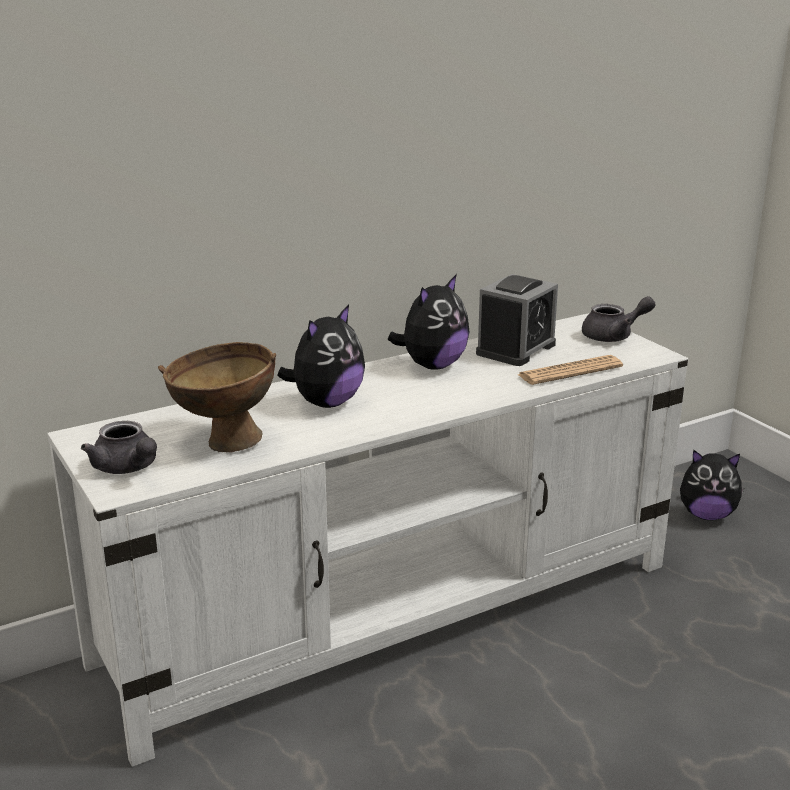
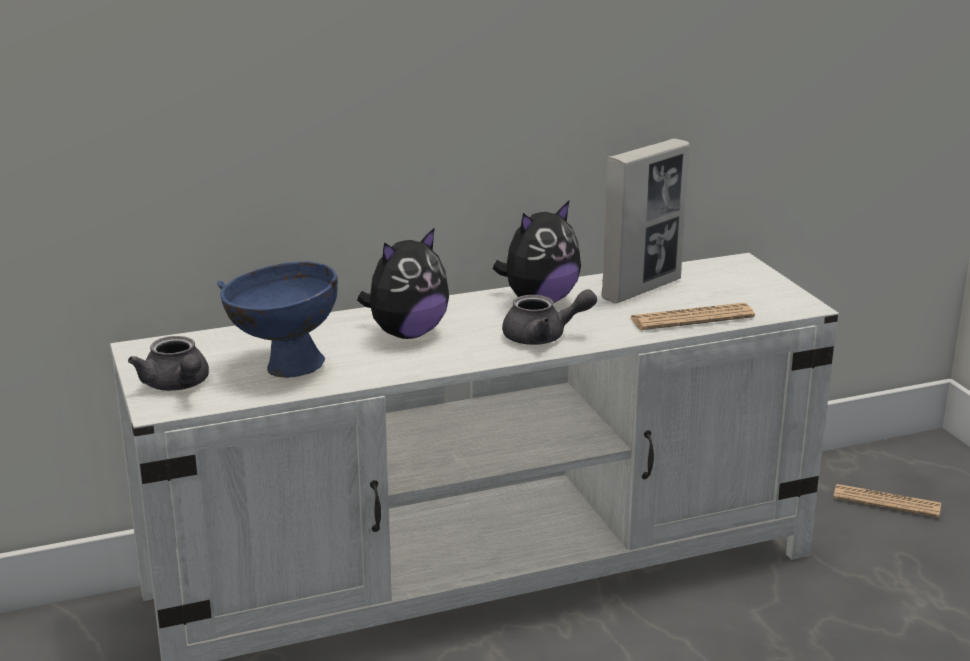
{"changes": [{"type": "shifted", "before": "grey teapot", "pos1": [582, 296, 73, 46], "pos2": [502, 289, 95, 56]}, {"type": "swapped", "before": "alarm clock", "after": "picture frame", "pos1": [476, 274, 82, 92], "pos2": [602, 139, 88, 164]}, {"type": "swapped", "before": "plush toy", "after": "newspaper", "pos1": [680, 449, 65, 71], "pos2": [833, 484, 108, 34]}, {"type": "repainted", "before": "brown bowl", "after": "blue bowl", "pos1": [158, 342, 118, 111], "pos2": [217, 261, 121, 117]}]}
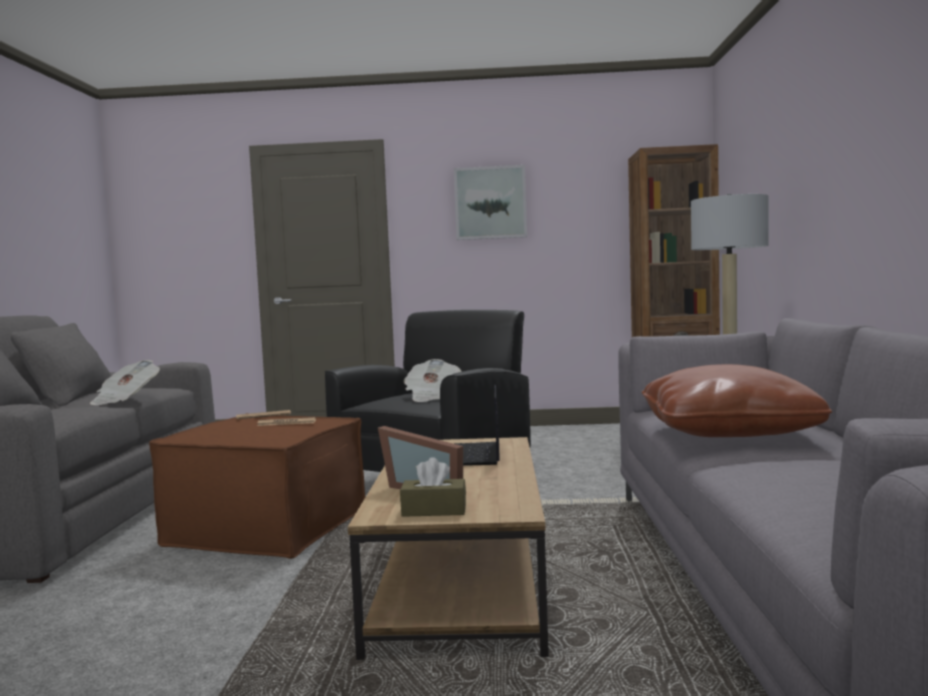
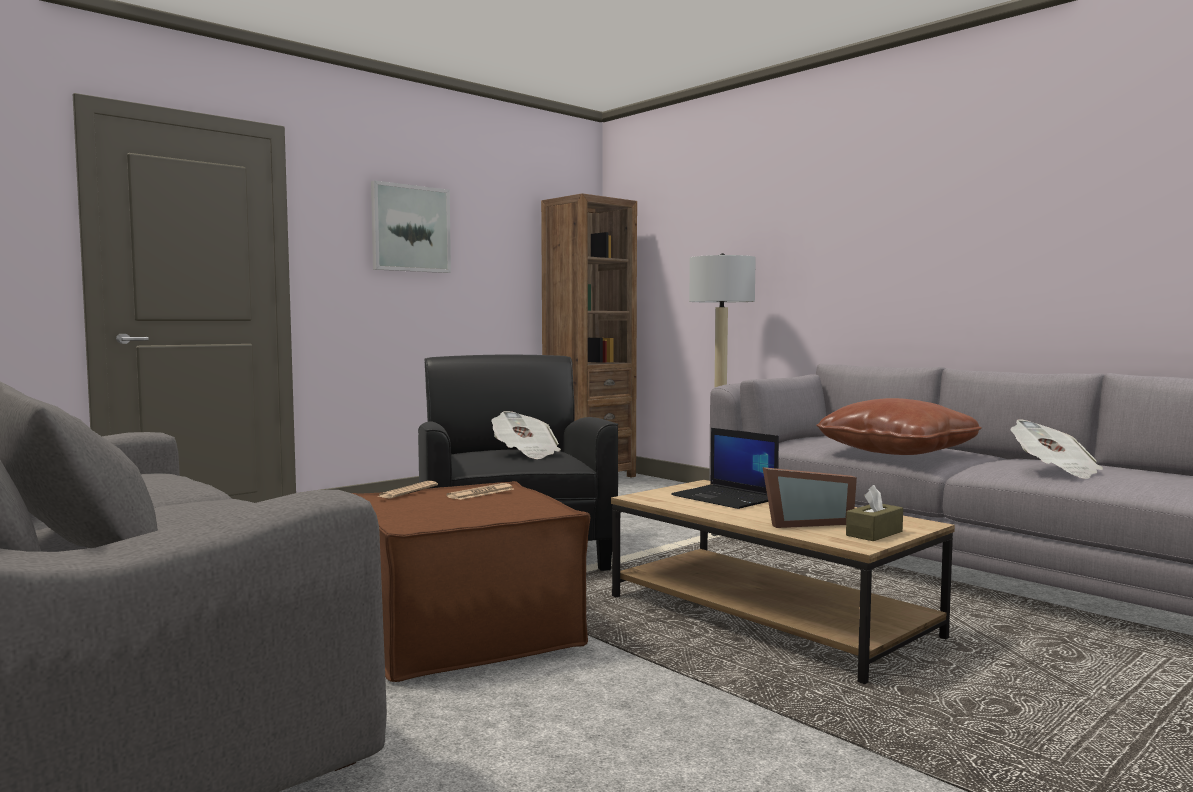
{"changes": [{"type": "shifted", "before": "newspaper", "pos1": [90, 360, 70, 45], "pos2": [1011, 419, 92, 60]}]}
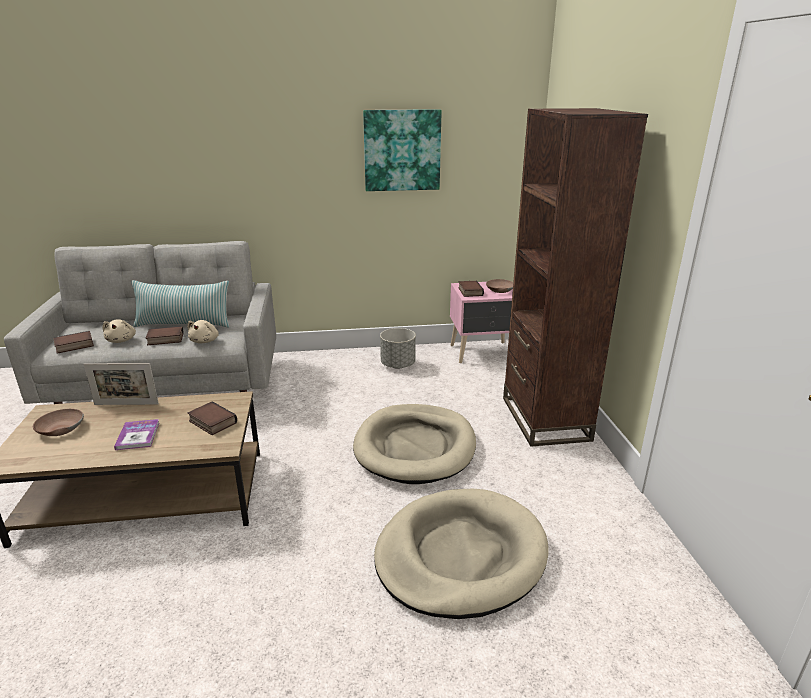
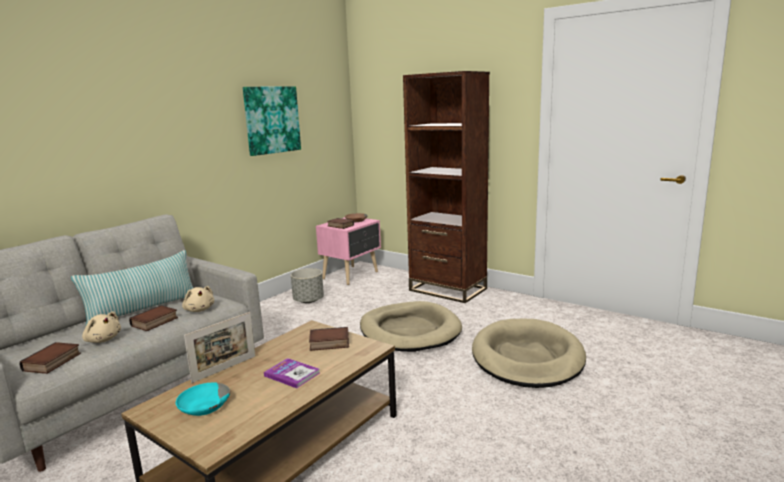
{"changes": [{"type": "repainted", "before": "brown bowl", "after": "turquoise bowl", "pos1": [33, 409, 51, 27], "pos2": [176, 383, 54, 33]}]}
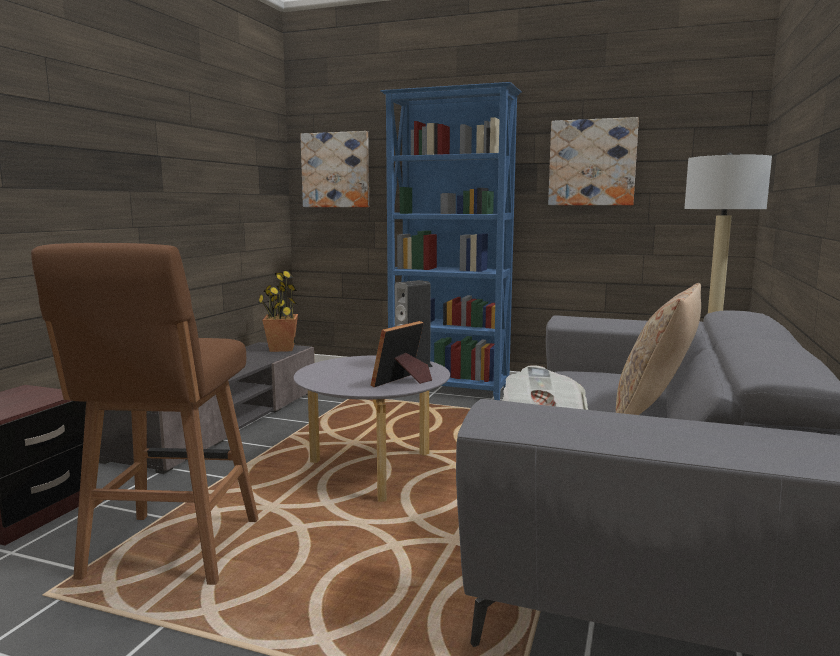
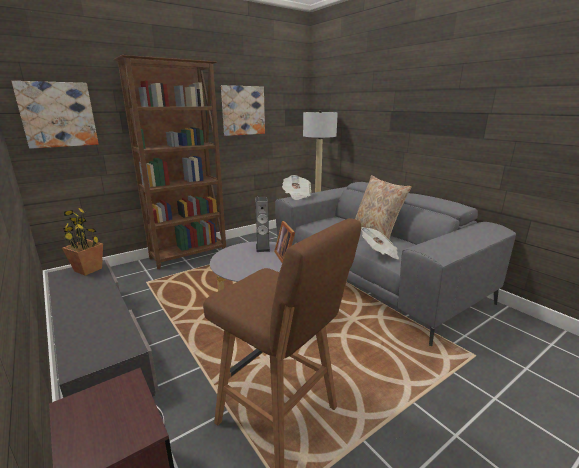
{"changes": [{"type": "new", "after": "newspaper", "pos2": [282, 175, 29, 25]}, {"type": "repainted", "before": "blue bookcase", "after": "brown bookcase", "pos1": [380, 82, 142, 318], "pos2": [114, 55, 112, 214]}]}
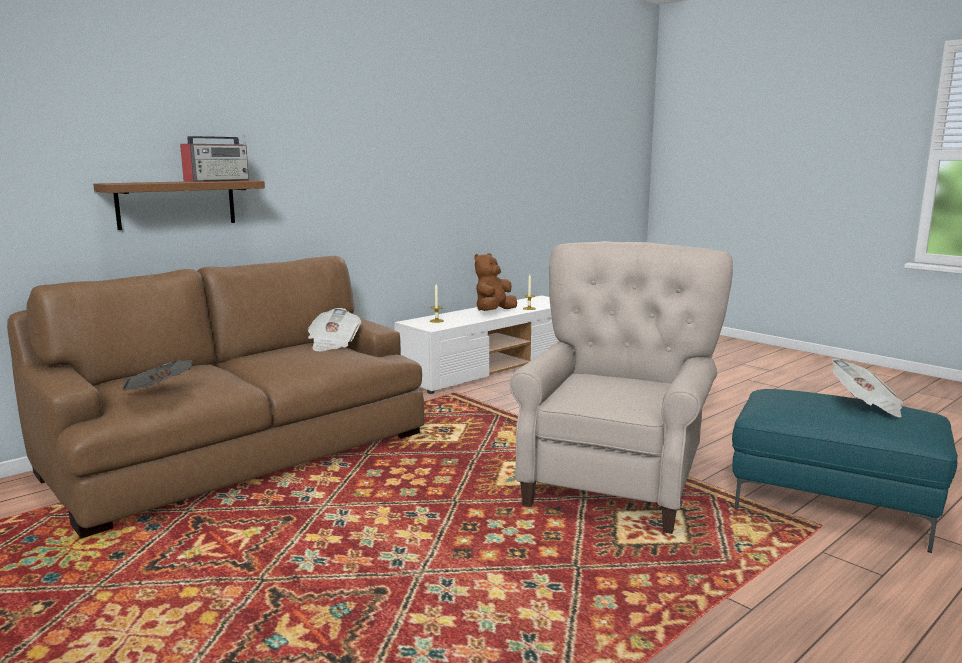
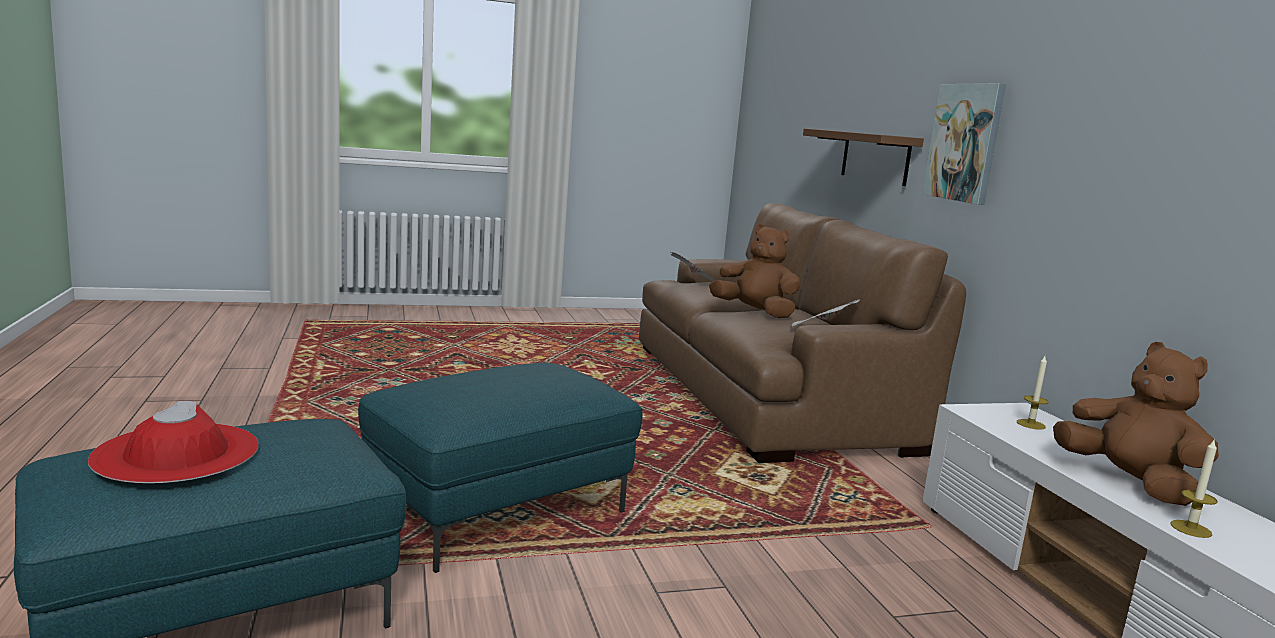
{"changes": [{"type": "gone", "before": "radio", "pos1": [180, 134, 69, 48]}, {"type": "new", "after": "brown plush toy", "pos2": [709, 224, 92, 94]}, {"type": "new", "after": "picture", "pos2": [922, 83, 84, 122]}, {"type": "swapped", "before": "beige armchair", "after": "turquoise ottoman", "pos1": [510, 241, 223, 293], "pos2": [358, 363, 285, 210]}, {"type": "swapped", "before": "newspaper", "after": "red hat", "pos1": [832, 359, 71, 59], "pos2": [88, 401, 171, 82]}]}
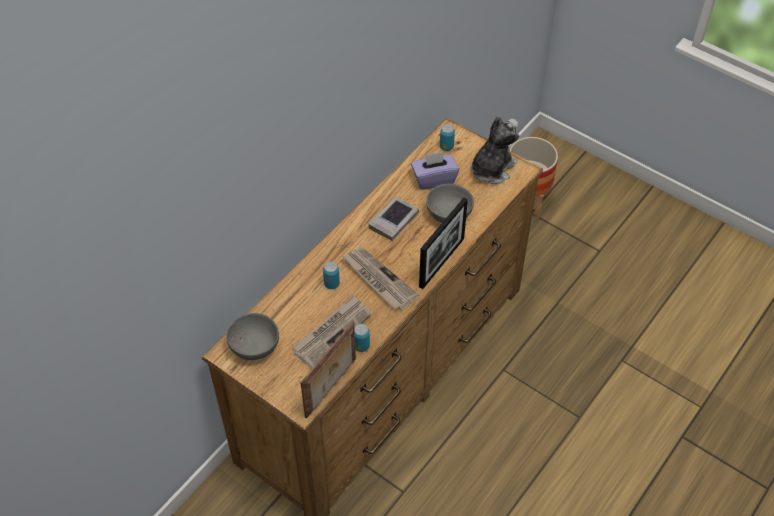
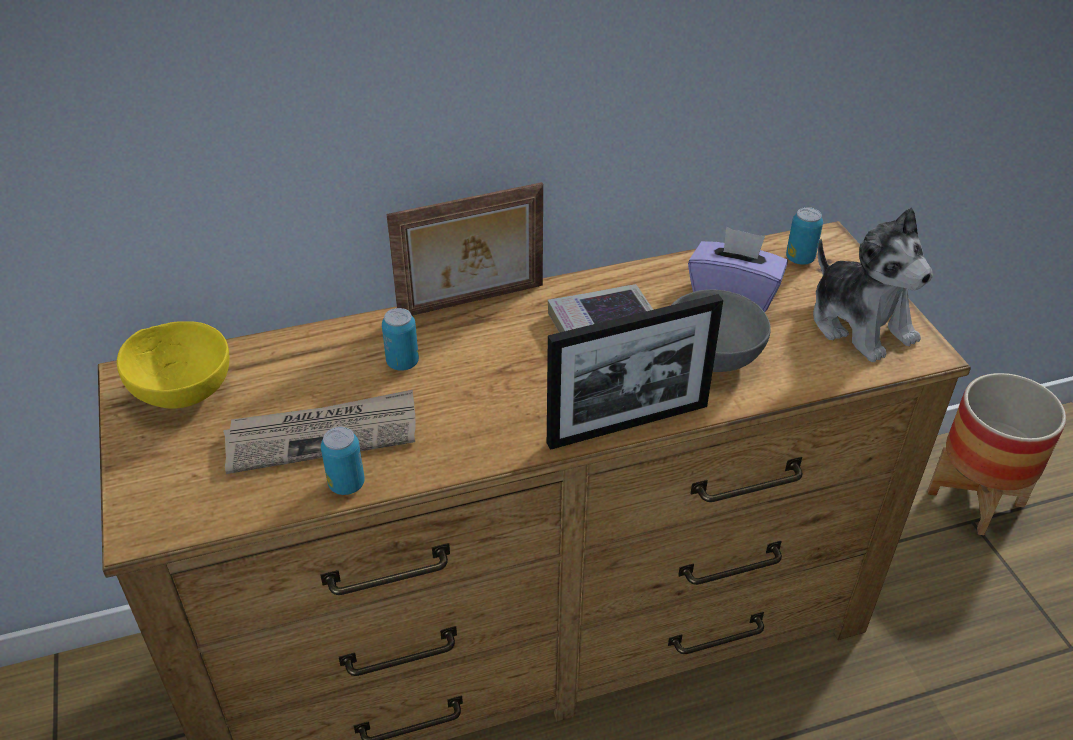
{"changes": [{"type": "gone", "before": "newspaper", "pos1": [341, 247, 78, 63]}, {"type": "shifted", "before": "picture frame", "pos1": [300, 321, 56, 97], "pos2": [386, 182, 157, 134]}, {"type": "repainted", "before": "grey bowl", "after": "yellow bowl", "pos1": [226, 313, 53, 47], "pos2": [117, 321, 112, 88]}, {"type": "rotated", "before": "plush toy", "pos1": [471, 116, 48, 68], "pos2": [813, 208, 120, 154], "turn": 75}]}
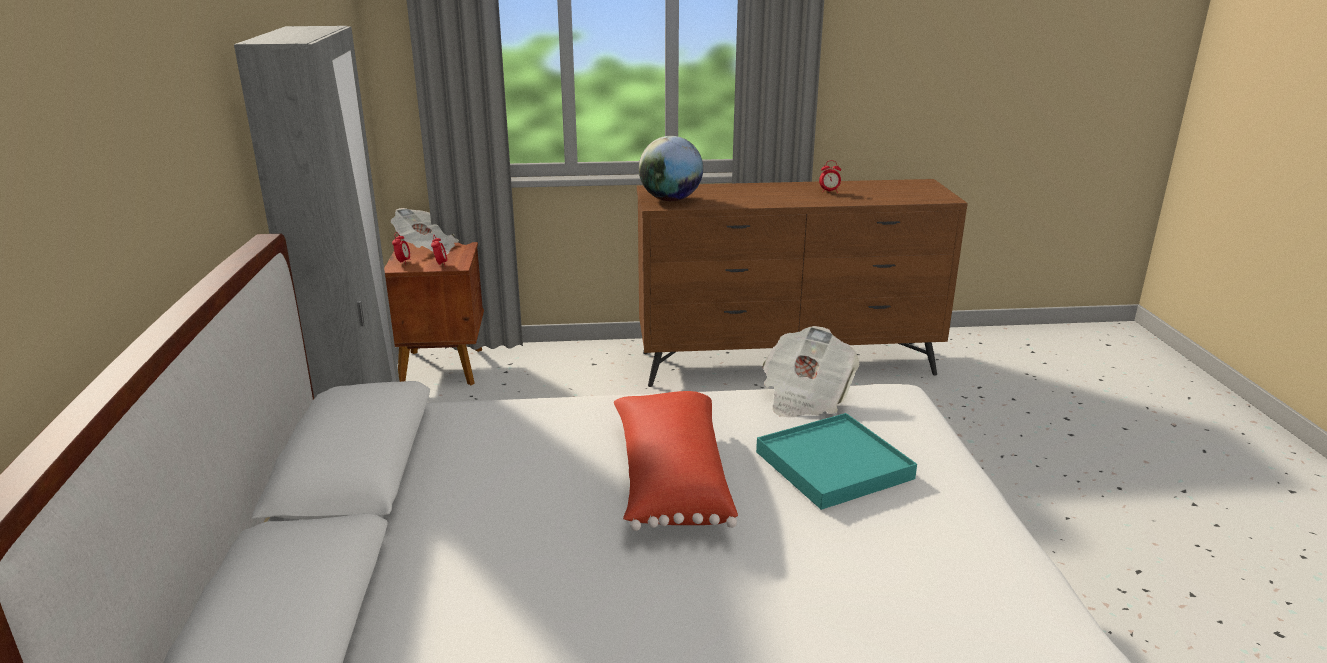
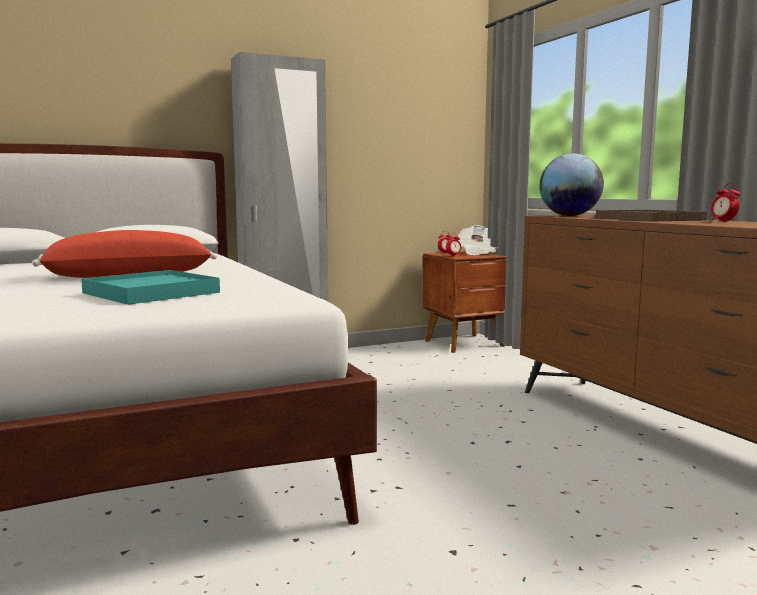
{"changes": [{"type": "gone", "before": "newspaper", "pos1": [762, 326, 98, 91]}, {"type": "new", "after": "brown tray", "pos2": [596, 210, 111, 11]}]}
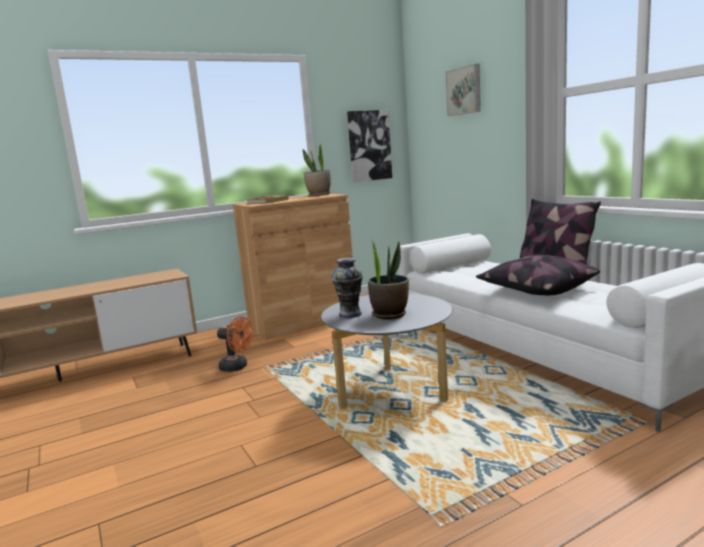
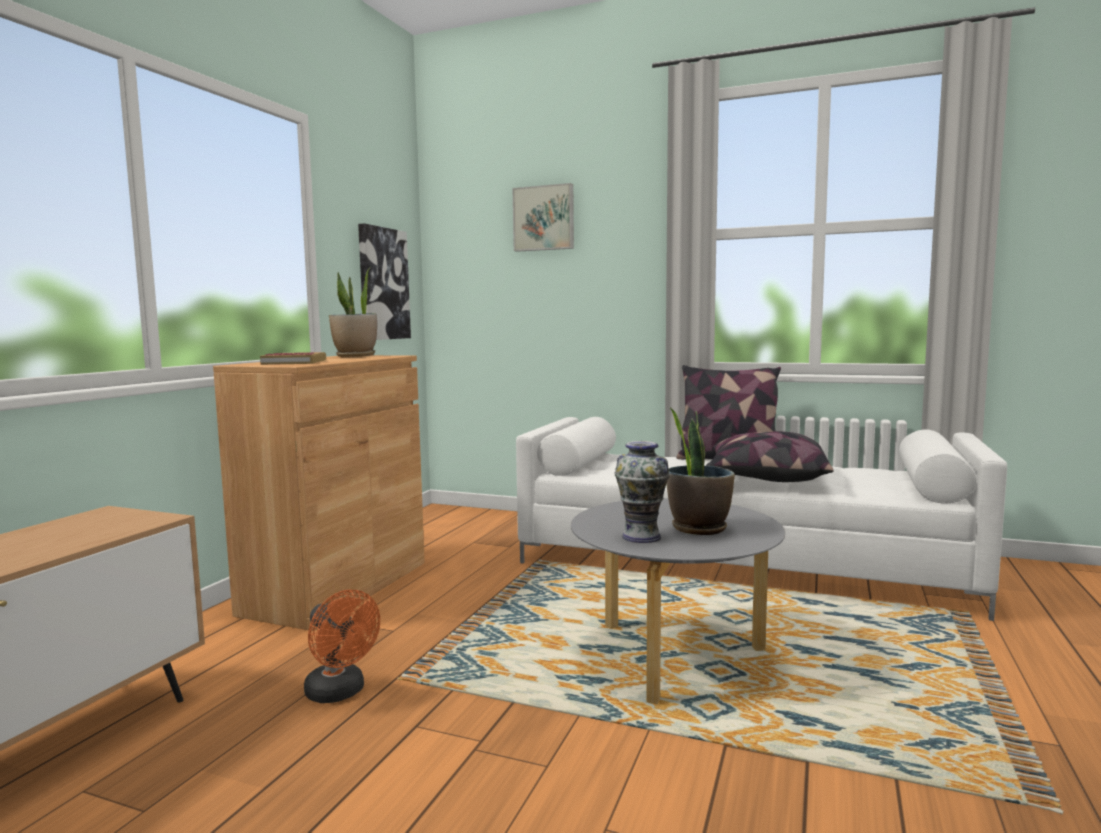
{"changes": [{"type": "rotated", "before": "orange fan", "pos1": [217, 316, 36, 56], "pos2": [304, 590, 76, 113], "turn": 60}]}
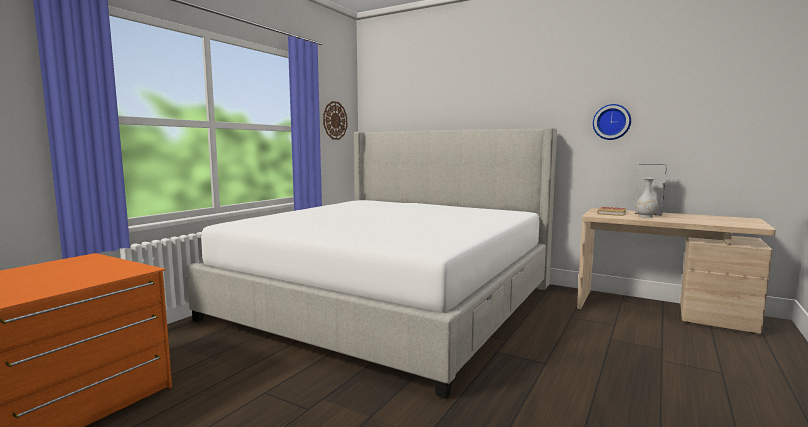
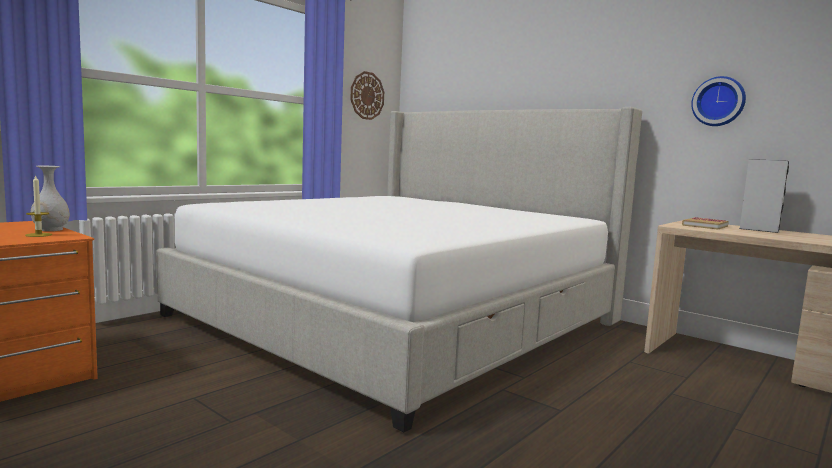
{"changes": [{"type": "new", "after": "candle", "pos2": [25, 174, 27, 63]}, {"type": "shifted", "before": "white vase", "pos1": [636, 178, 22, 40], "pos2": [31, 166, 39, 65]}]}
